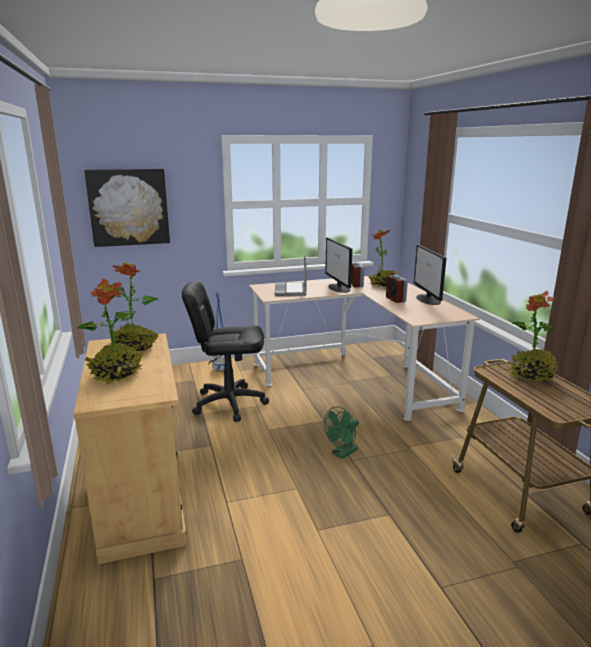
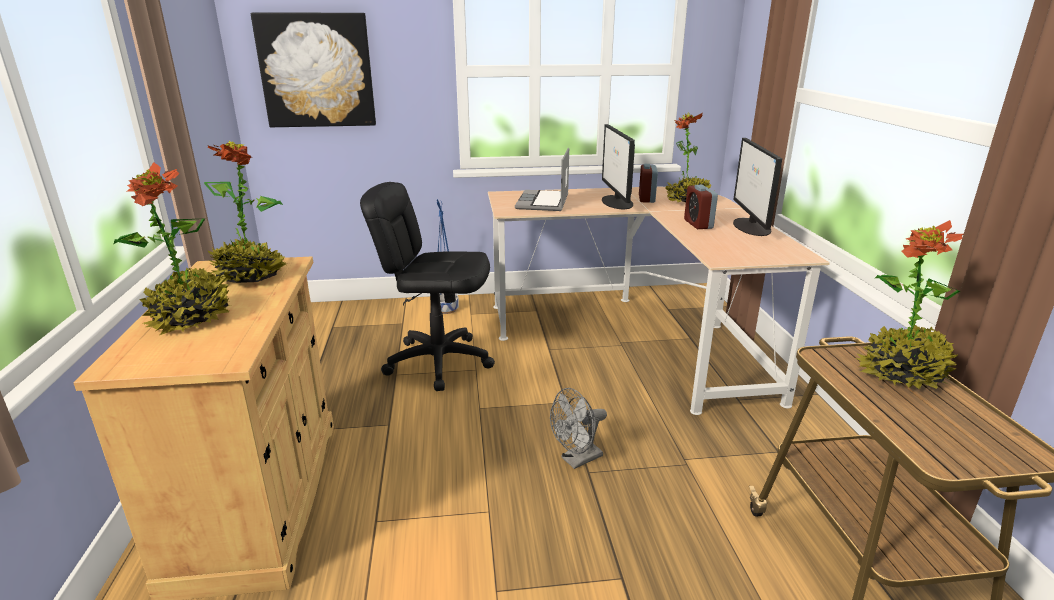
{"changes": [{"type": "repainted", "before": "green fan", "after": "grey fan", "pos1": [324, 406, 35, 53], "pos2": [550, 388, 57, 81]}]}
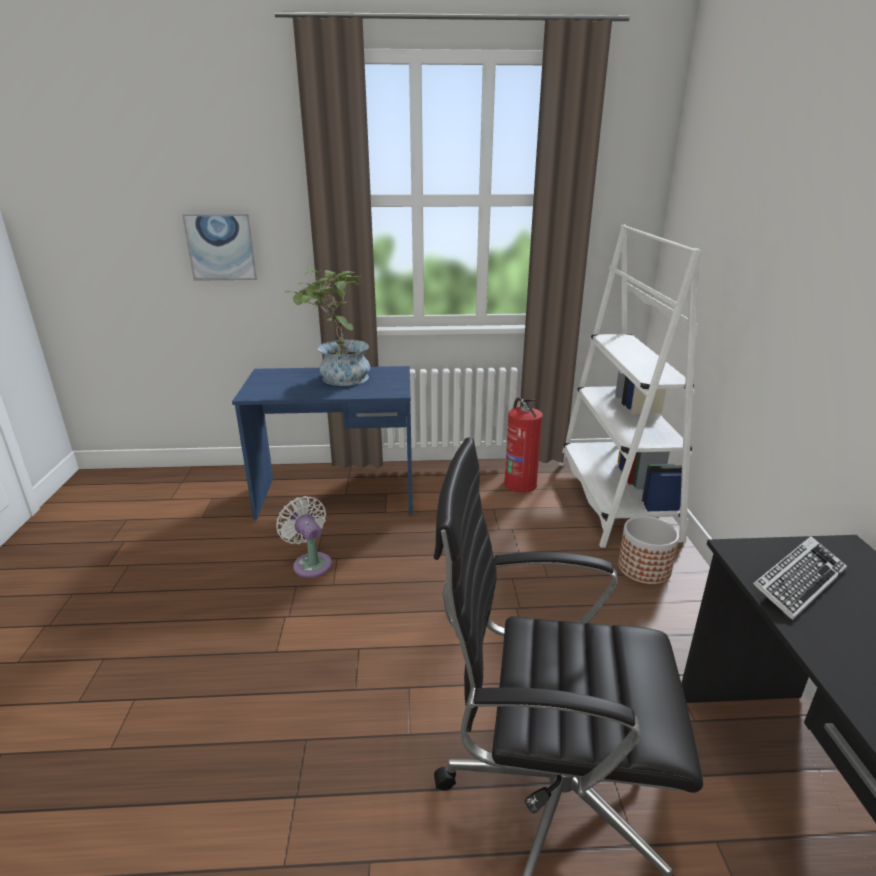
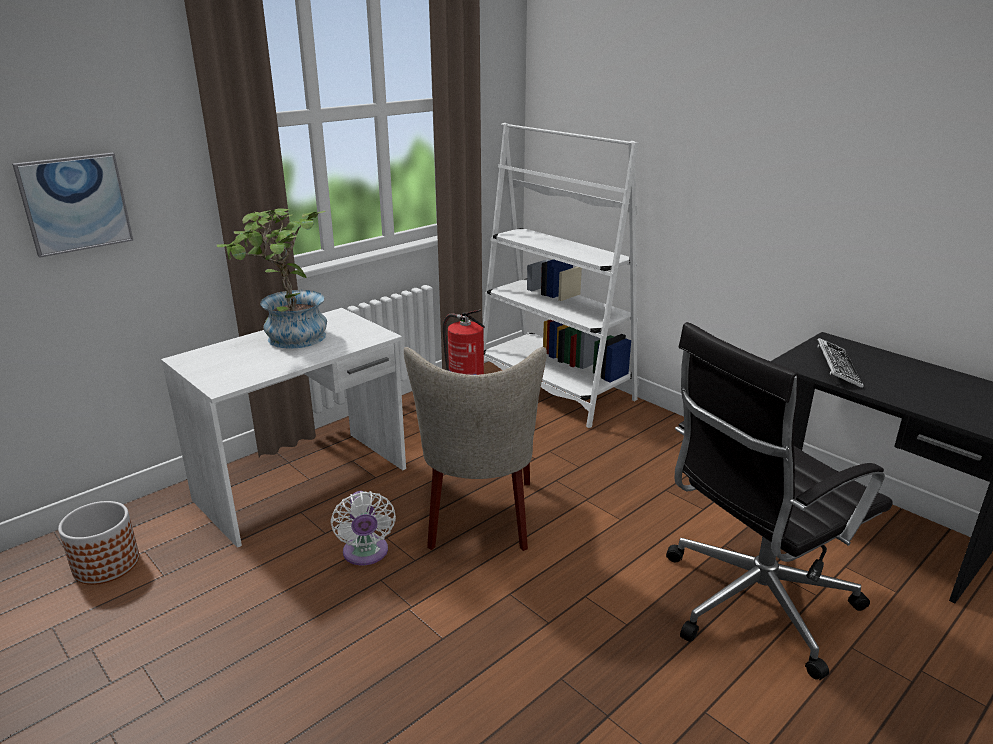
{"changes": [{"type": "new", "after": "beige chair", "pos2": [404, 347, 143, 204]}, {"type": "shifted", "before": "planter", "pos1": [618, 516, 61, 69], "pos2": [58, 501, 81, 84]}, {"type": "repainted", "before": "blue desk", "after": "white desk", "pos1": [232, 366, 181, 154], "pos2": [161, 308, 245, 240]}, {"type": "rotated", "before": "white fan", "pos1": [276, 496, 56, 82], "pos2": [331, 491, 65, 74], "turn": -120}]}
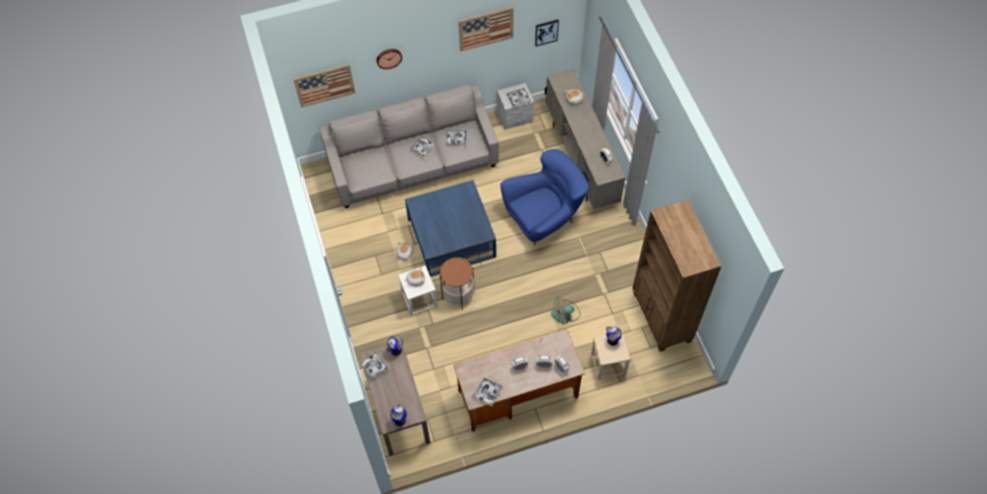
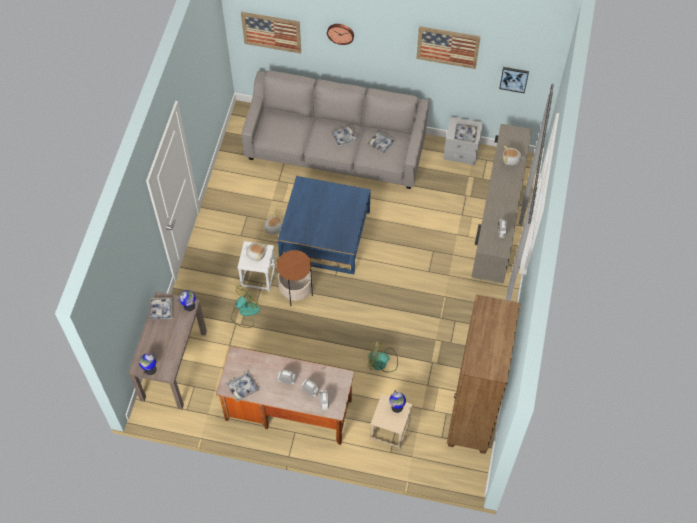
{"changes": [{"type": "gone", "before": "blue armchair", "pos1": [500, 149, 89, 96]}, {"type": "new", "after": "fan", "pos2": [231, 286, 29, 42]}]}
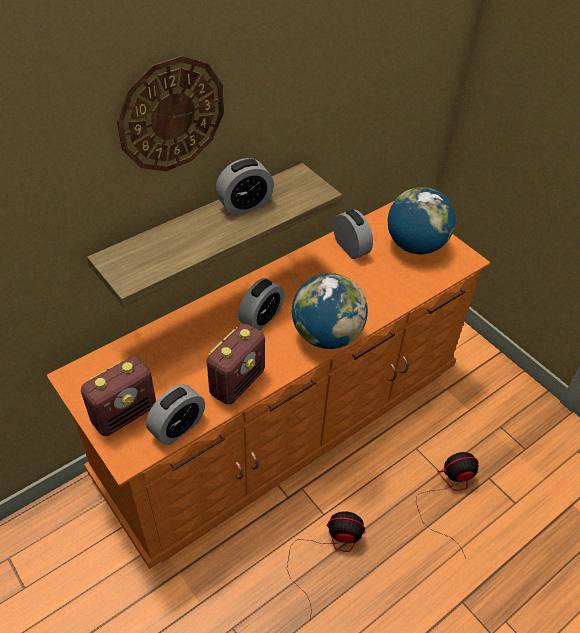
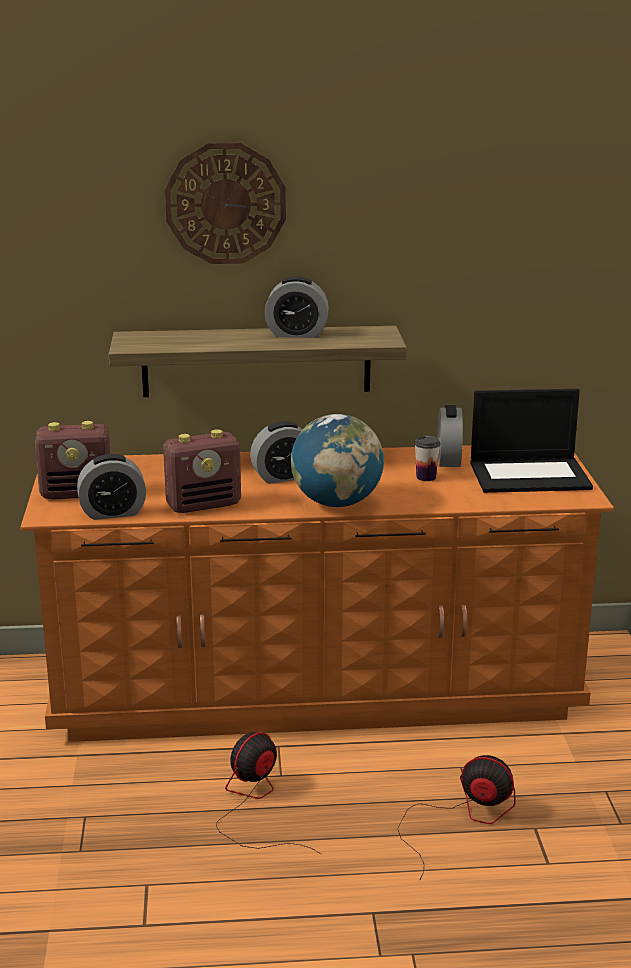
{"changes": [{"type": "new", "after": "cup", "pos2": [414, 435, 26, 46]}, {"type": "swapped", "before": "globe", "after": "laptop", "pos1": [387, 187, 68, 67], "pos2": [470, 389, 123, 104]}, {"type": "rotated", "before": "fan", "pos1": [287, 511, 79, 109], "pos2": [216, 732, 106, 123], "turn": -90}]}
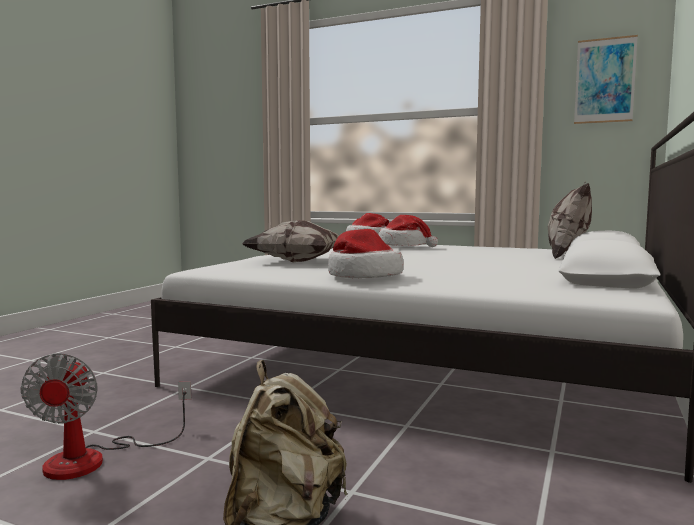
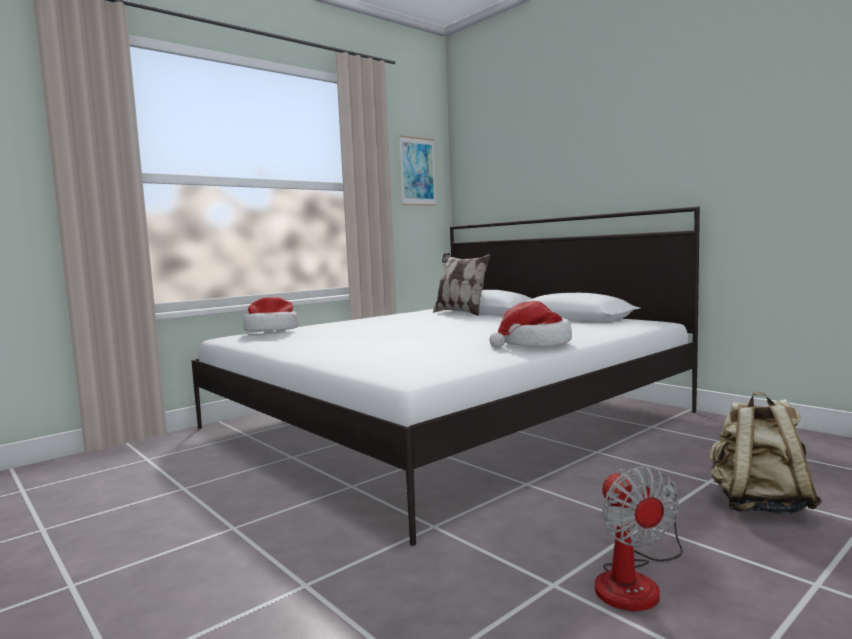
{"changes": [{"type": "gone", "before": "pillow", "pos1": [242, 220, 97, 43]}, {"type": "gone", "before": "hat", "pos1": [379, 215, 59, 32]}, {"type": "rotated", "before": "fan", "pos1": [20, 353, 171, 127], "pos2": [595, 466, 88, 145], "turn": 60}]}
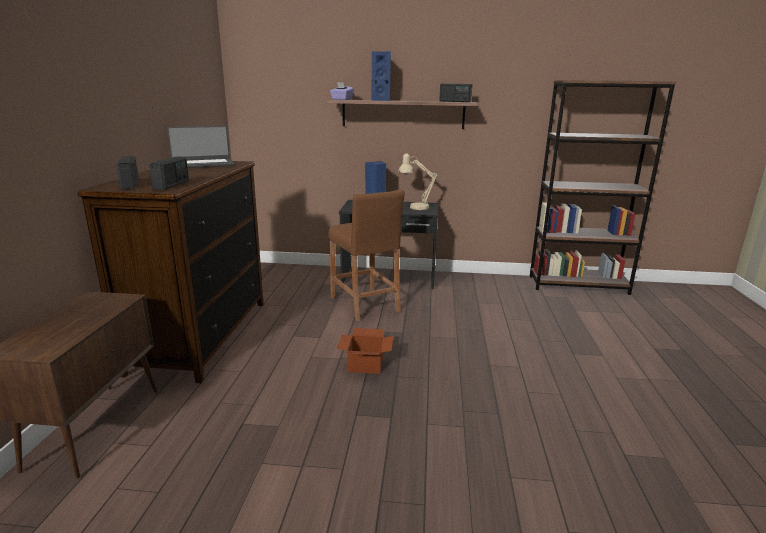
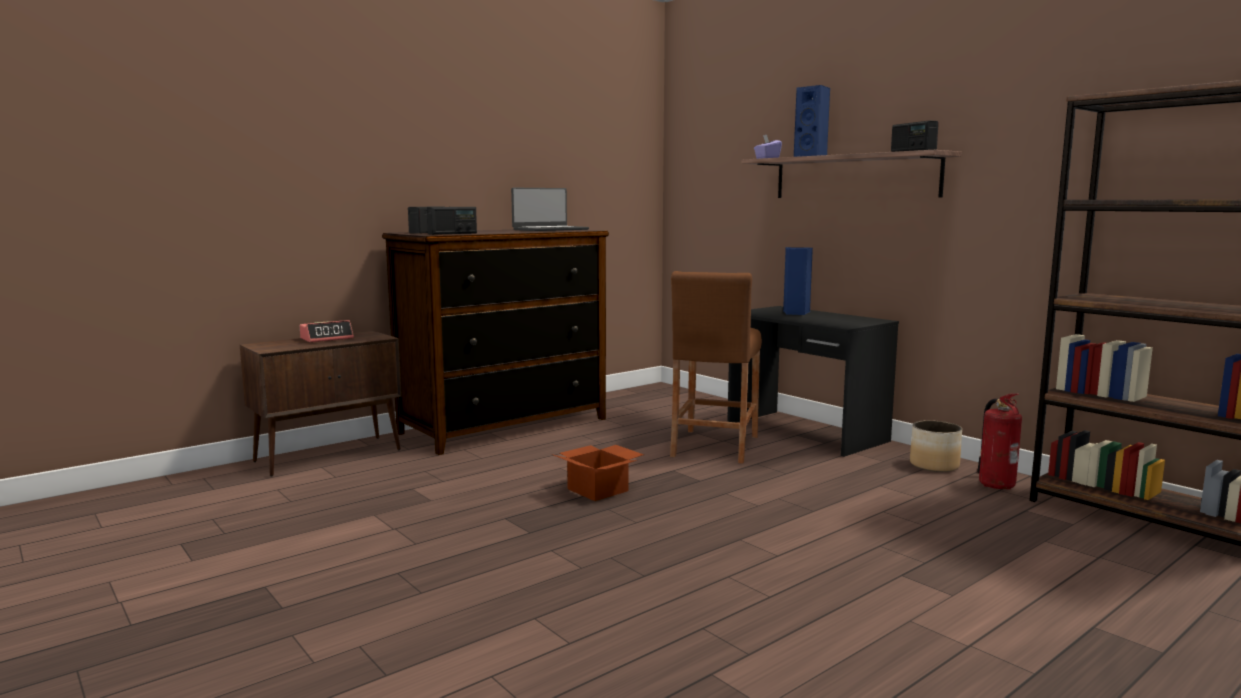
{"changes": [{"type": "gone", "before": "beige table lamp", "pos1": [398, 153, 39, 57]}, {"type": "new", "after": "alarm clock", "pos2": [300, 320, 54, 22]}, {"type": "new", "after": "planter", "pos2": [910, 420, 52, 52]}, {"type": "new", "after": "fire extinguisher", "pos2": [977, 394, 45, 96]}, {"type": "rotated", "before": "laptop", "pos1": [167, 126, 68, 42], "pos2": [511, 188, 78, 43], "turn": -60}]}
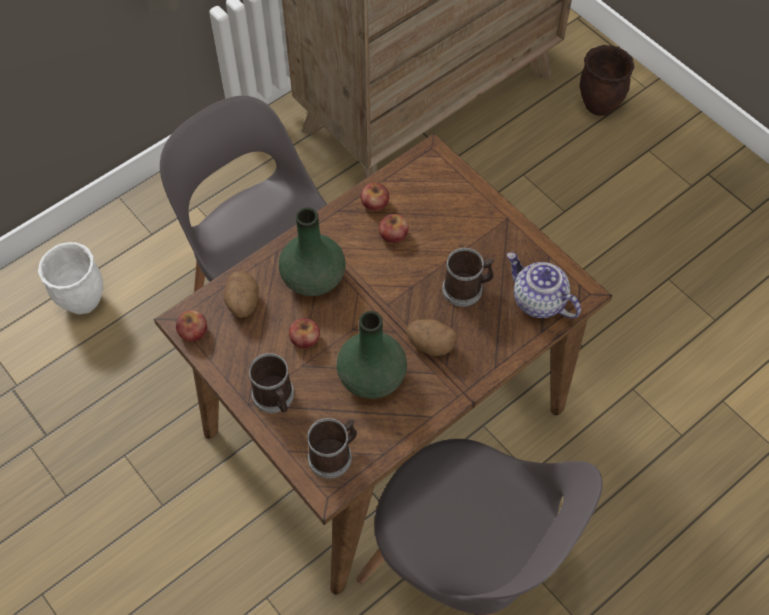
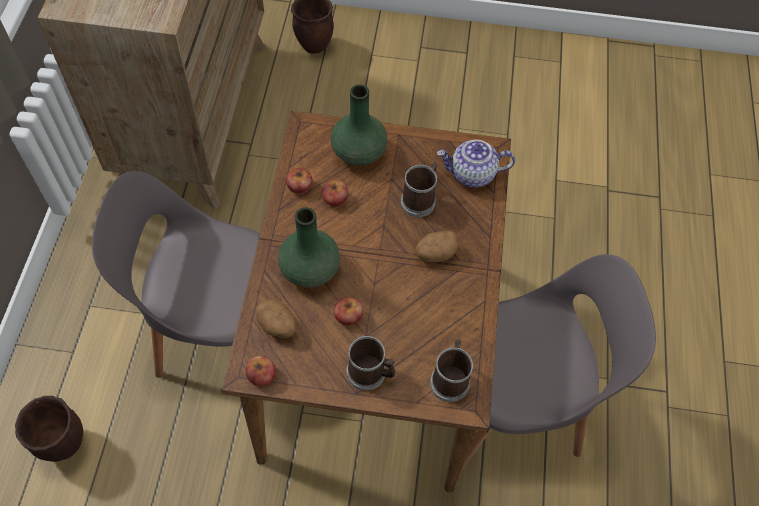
{"changes": [{"type": "shifted", "before": "green vase", "pos1": [337, 311, 70, 88], "pos2": [331, 84, 56, 82]}, {"type": "repainted", "before": "white planter", "after": "brown planter", "pos1": [38, 242, 65, 73], "pos2": [15, 396, 68, 66]}]}
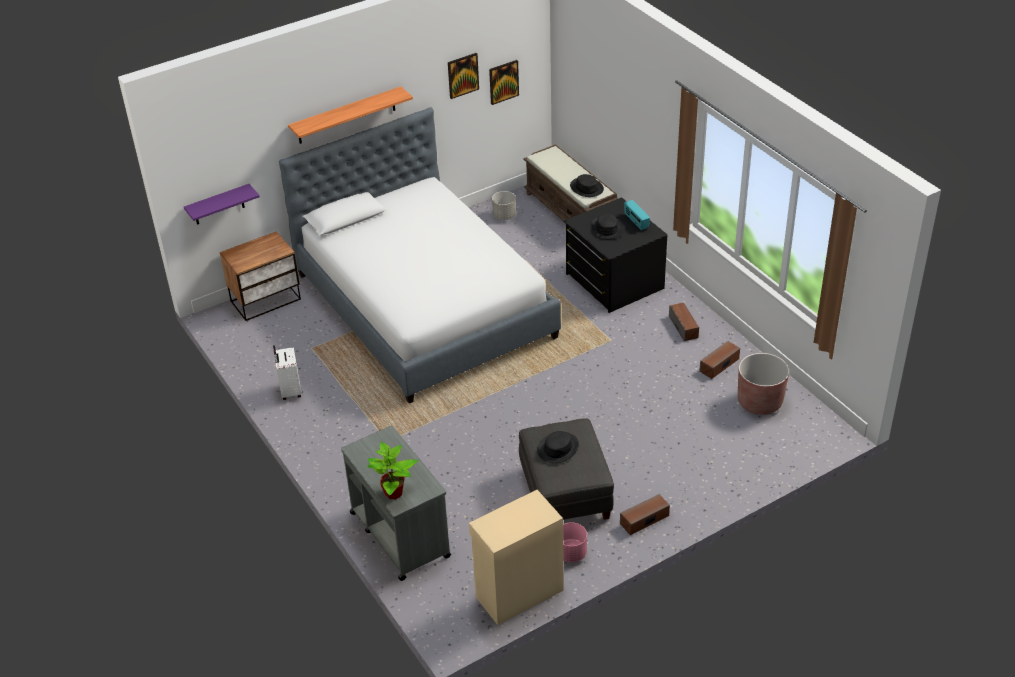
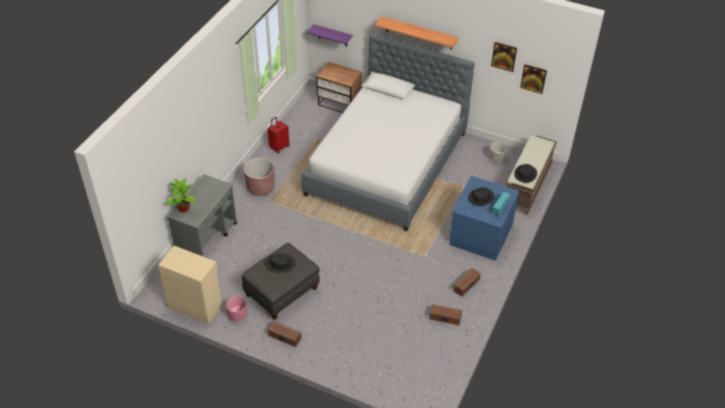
{"changes": [{"type": "shifted", "before": "brown planter", "pos1": [738, 353, 51, 62], "pos2": [243, 158, 32, 38]}, {"type": "repainted", "before": "white suitcase", "after": "red suitcase", "pos1": [273, 345, 29, 55], "pos2": [267, 117, 22, 36]}, {"type": "repainted", "before": "black dresser", "after": "blue dresser", "pos1": [564, 197, 104, 116], "pos2": [449, 176, 70, 85]}]}
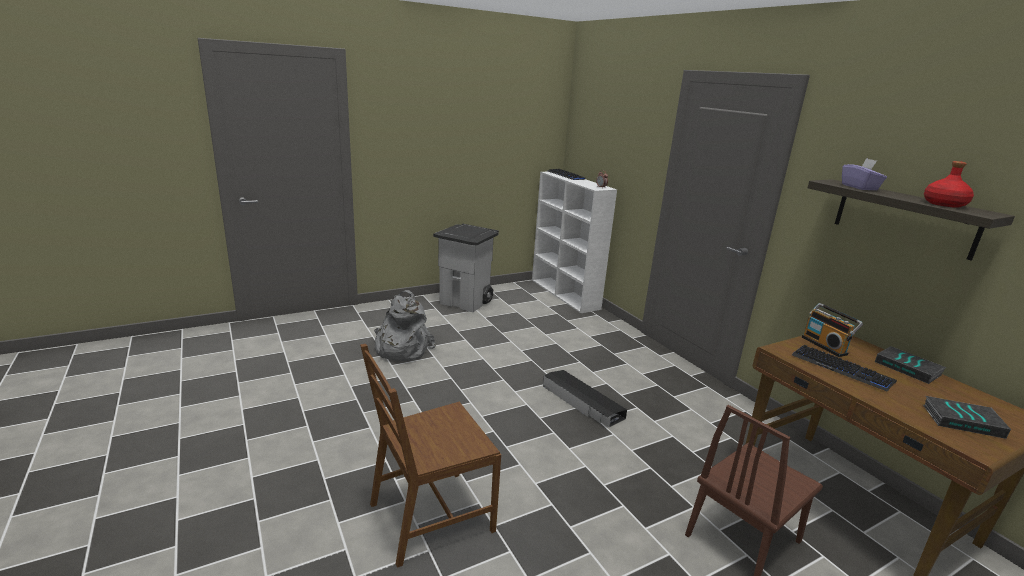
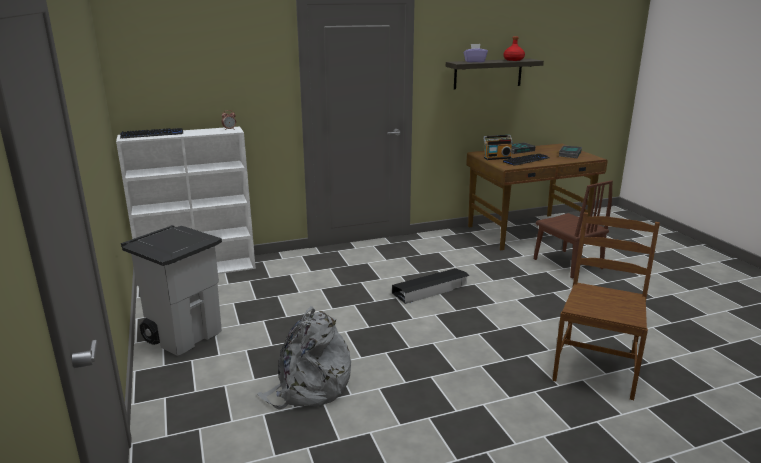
{"changes": [{"type": "rotated", "before": "brown chair", "pos1": [360, 344, 141, 224], "pos2": [552, 212, 108, 188], "turn": -135}]}
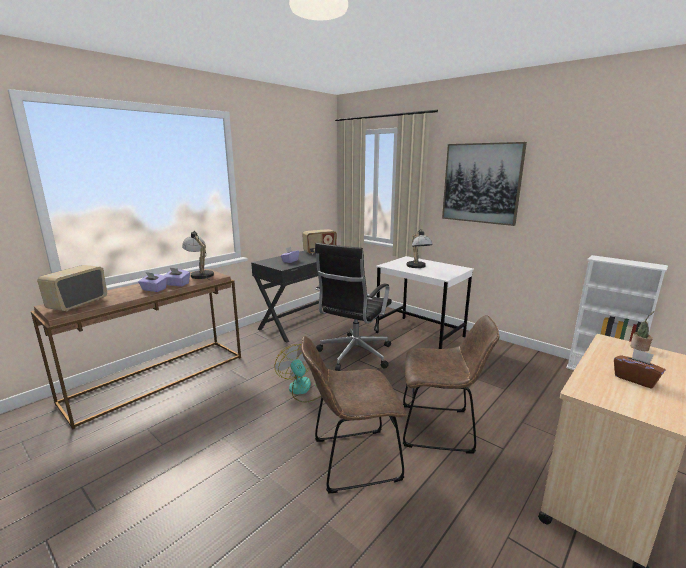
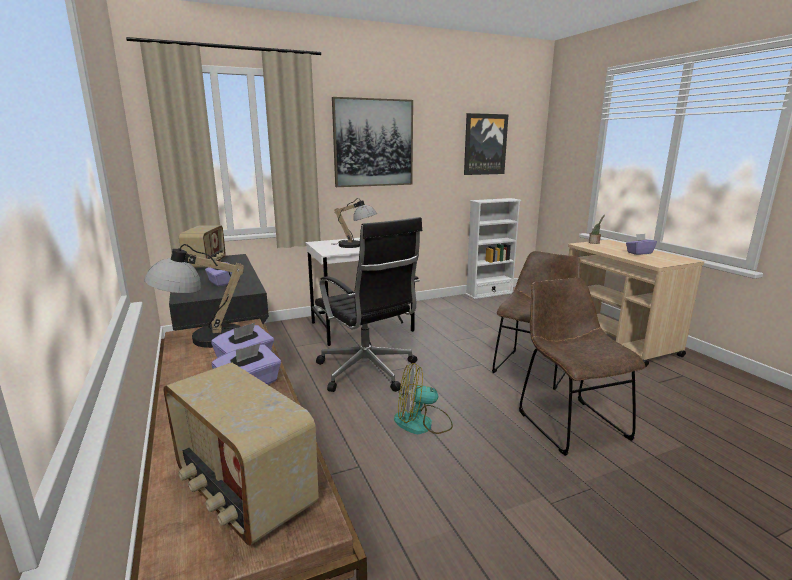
{"changes": [{"type": "new", "after": "picture", "pos2": [464, 113, 45, 62]}, {"type": "repainted", "before": "brown tissue box", "after": "purple tissue box", "pos1": [614, 348, 51, 41], "pos2": [626, 234, 31, 21]}, {"type": "rotated", "before": "brown chair", "pos1": [301, 336, 105, 157], "pos2": [519, 278, 127, 178], "turn": 150}]}
